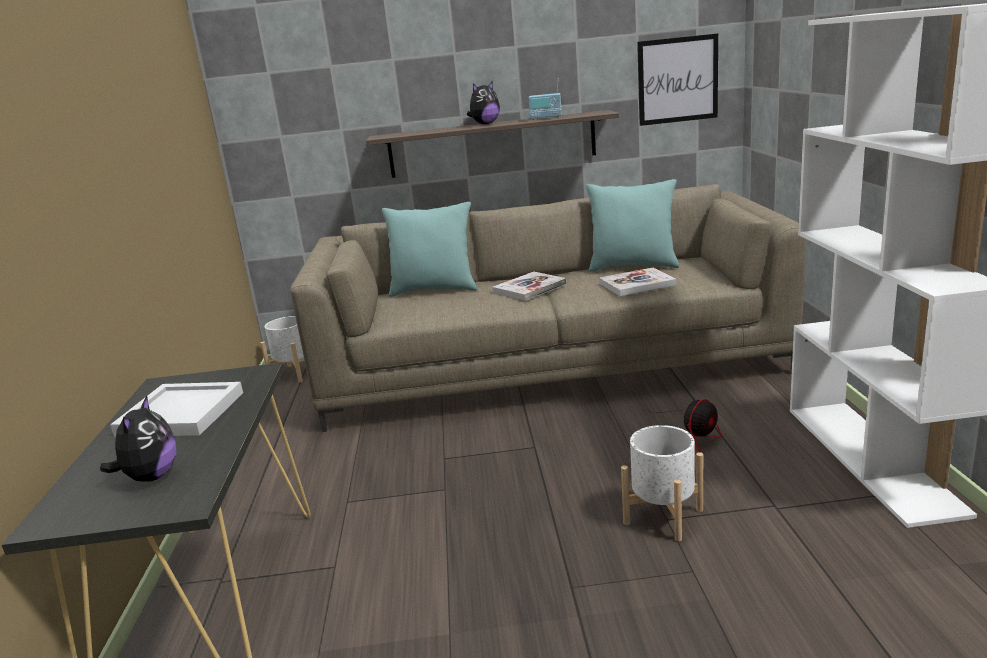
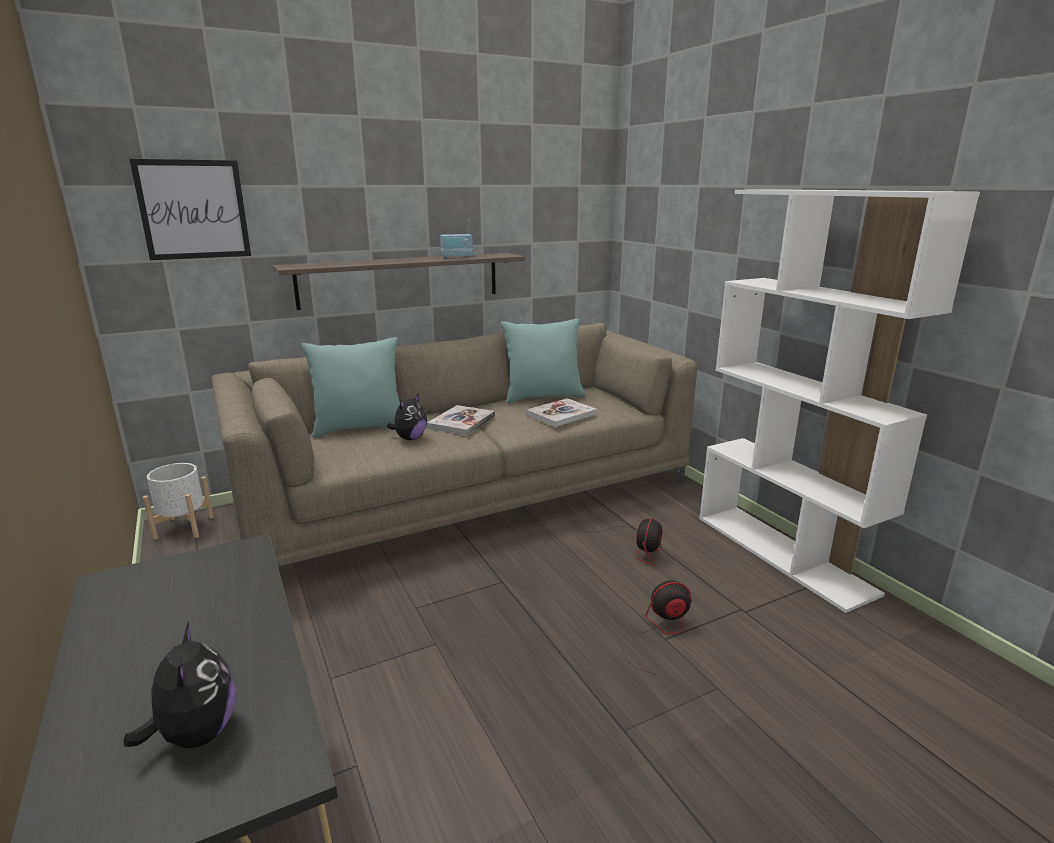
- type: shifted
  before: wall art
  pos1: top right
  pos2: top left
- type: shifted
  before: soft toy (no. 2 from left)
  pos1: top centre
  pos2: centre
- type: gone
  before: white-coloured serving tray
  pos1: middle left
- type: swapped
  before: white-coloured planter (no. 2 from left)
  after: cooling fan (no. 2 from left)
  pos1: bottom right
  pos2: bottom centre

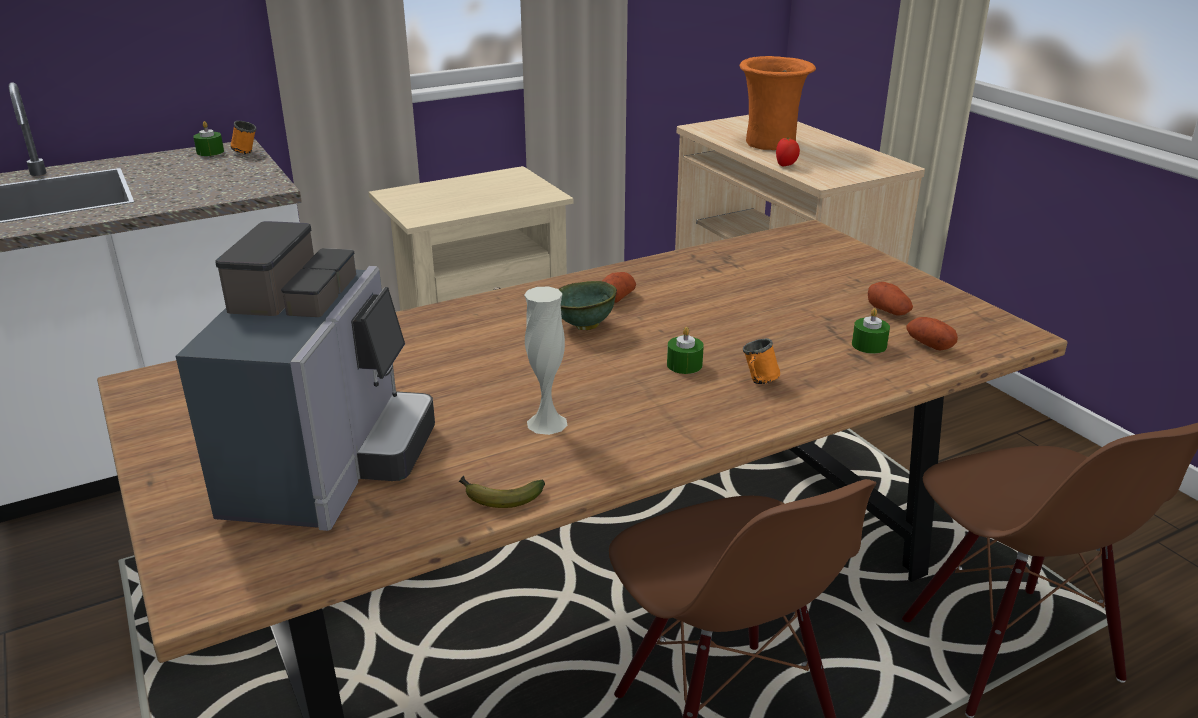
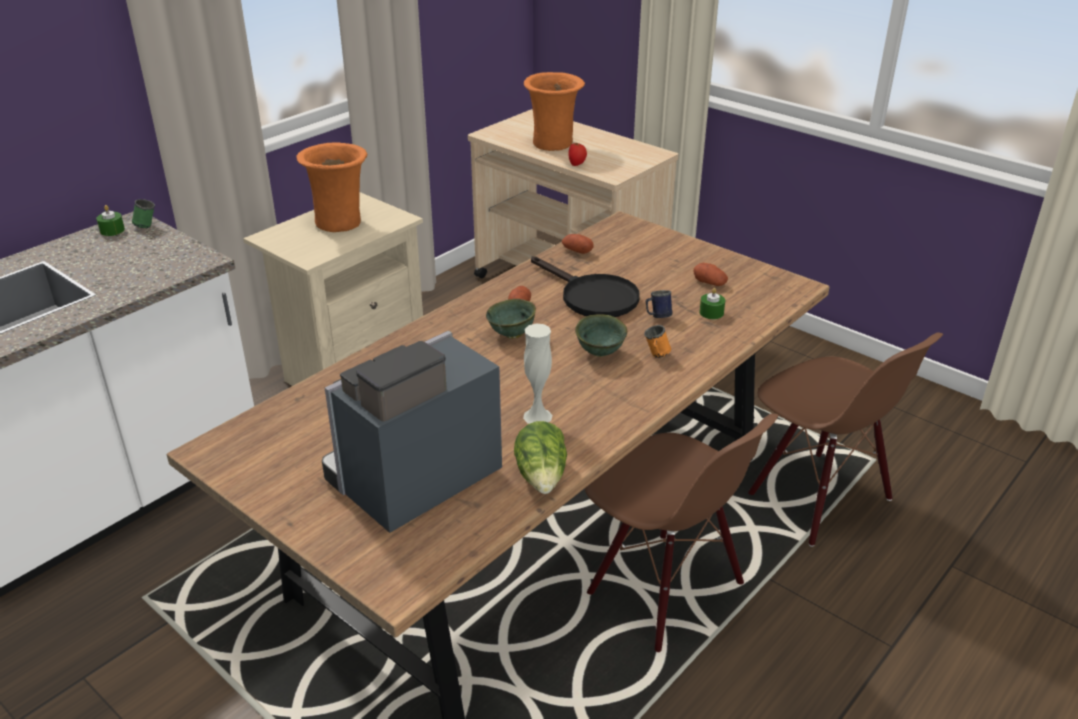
- type: repainted
  before: orange coffee mug (no. 1 from left)
  after: greenish coffee mug
  pos1: top left
  pos2: top left
- type: rotated
  before: coffee brewer
  pos1: middle left
  pos2: centre
  turn: -120
- type: shifted
  before: spud (no. 3 from left in the first image)
  after: spud (no. 2 from left)
  pos1: middle right
  pos2: centre
- type: swapped
  before: greenish wax candle (no. 2 from left)
  after: greenish deep dish (no. 2 from left)
  pos1: centre
  pos2: centre
- type: swapped
  before: banana
  after: lettuce
  pos1: bottom centre
  pos2: centre
- type: new
  after: orange decorative vase (no. 1 from left)
  pos2: top left
- type: new
  after: blackish skillet
  pos2: centre
- type: new
  after: bluish coffee mug
  pos2: centre

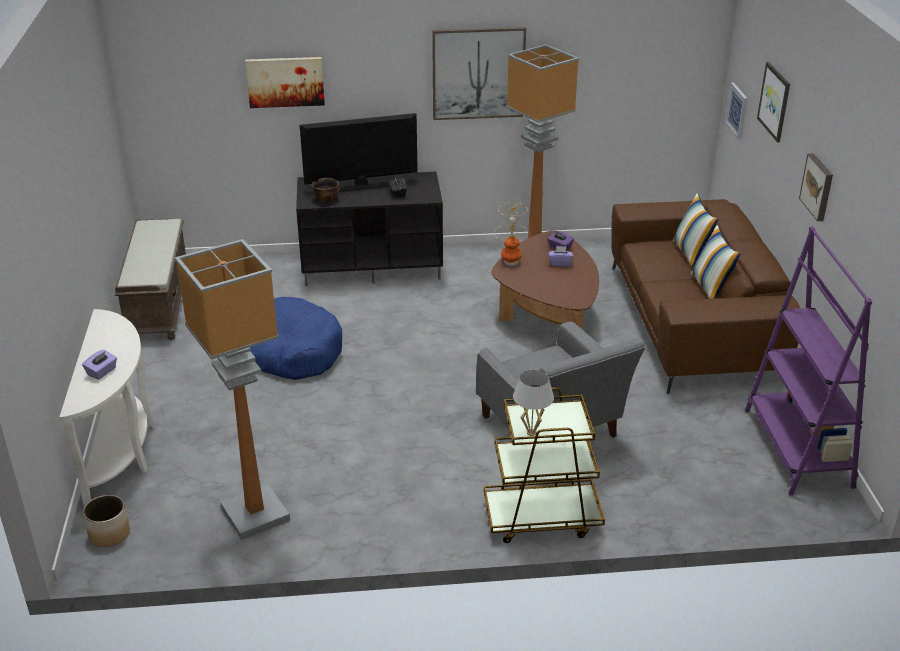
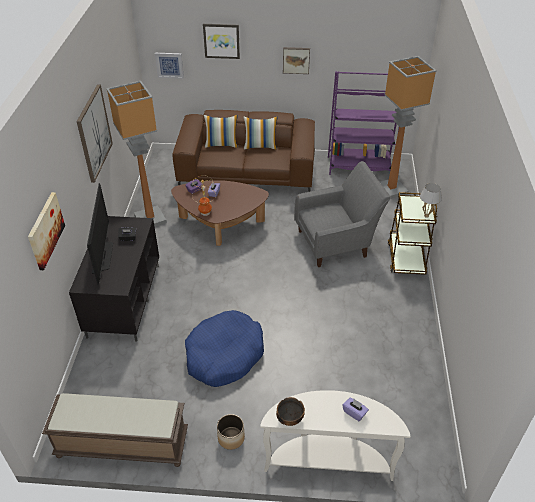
- type: shifted
  before: deep dish
  pos1: top centre
  pos2: bottom centre
- type: shifted
  before: floor lamp (no. 1 from left in the first image)
  after: floor lamp (no. 2 from left)
  pos1: middle left
  pos2: top right
- type: shifted
  before: planter
  pos1: bottom left
  pos2: bottom centre

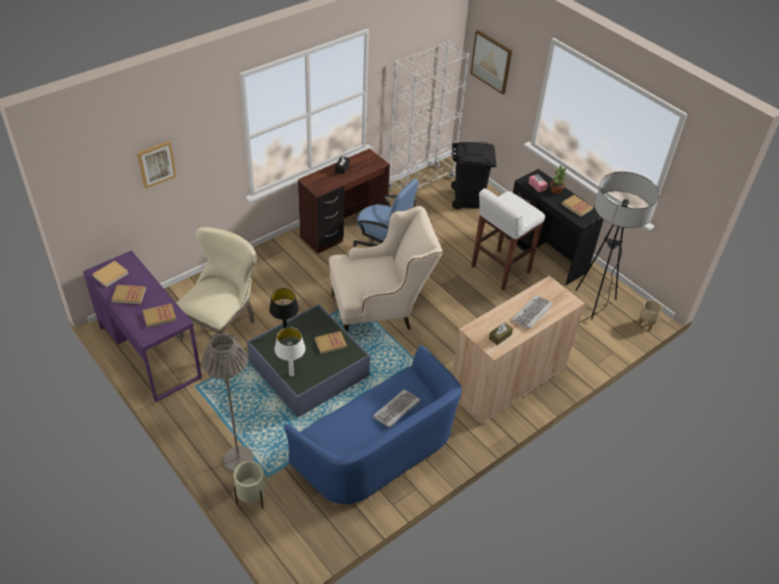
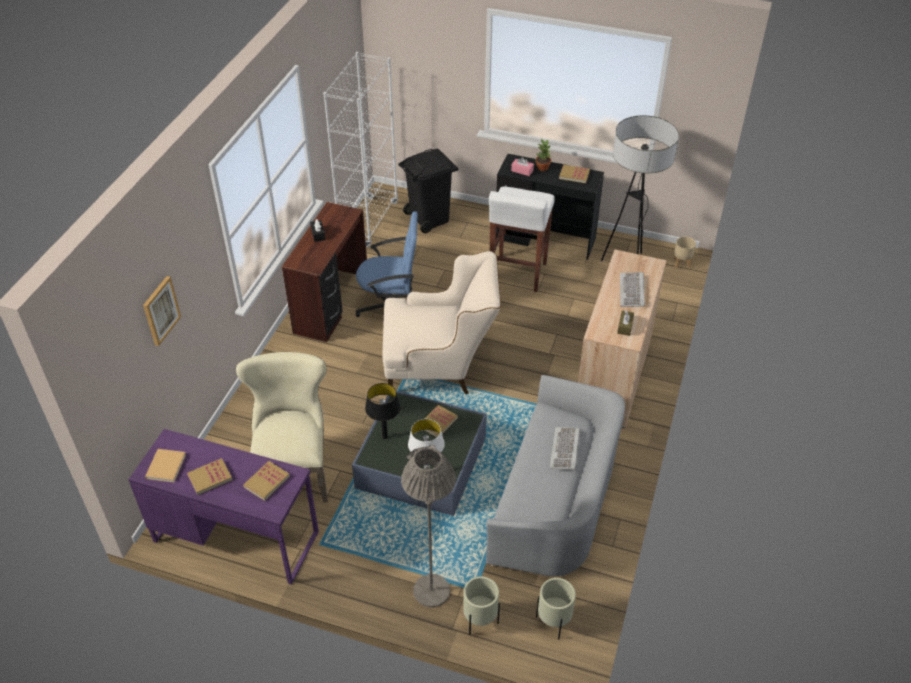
- type: gone
  before: wall art (no. 2 from left)
  pos1: top centre
- type: rotated
  before: sand-coloured lounge chair
  pos1: centre
  pos2: centre
  turn: 45
- type: repainted
  before: bluish couch
  after: greyish couch
  pos1: bottom centre
  pos2: bottom centre
- type: new
  after: sand-coloured planter (no. 2 from left)
  pos2: bottom centre

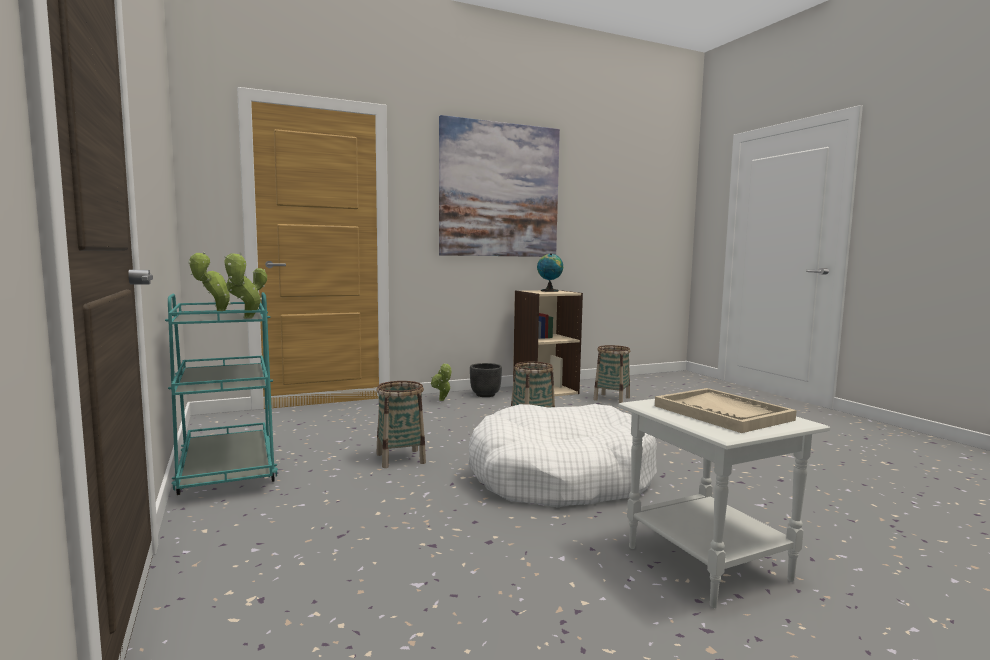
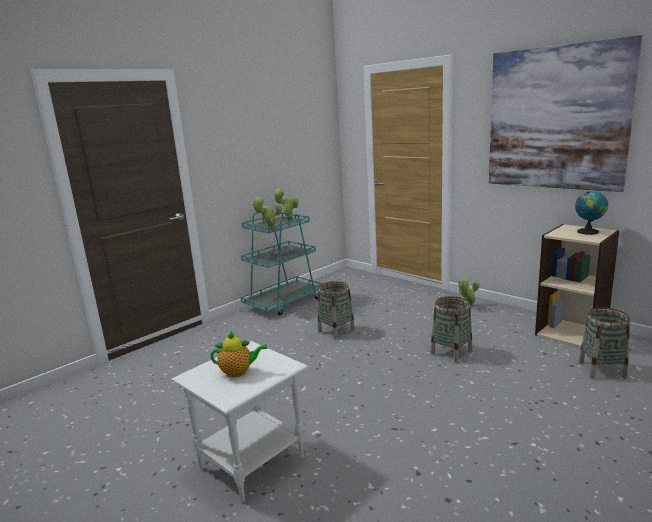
- type: gone
  before: blackish planter
  pos1: centre
- type: swapped
  before: sand-coloured serving tray
  after: teapot
  pos1: middle right
  pos2: bottom centre
- type: gone
  before: white-coloured dog cushion
  pos1: bottom centre

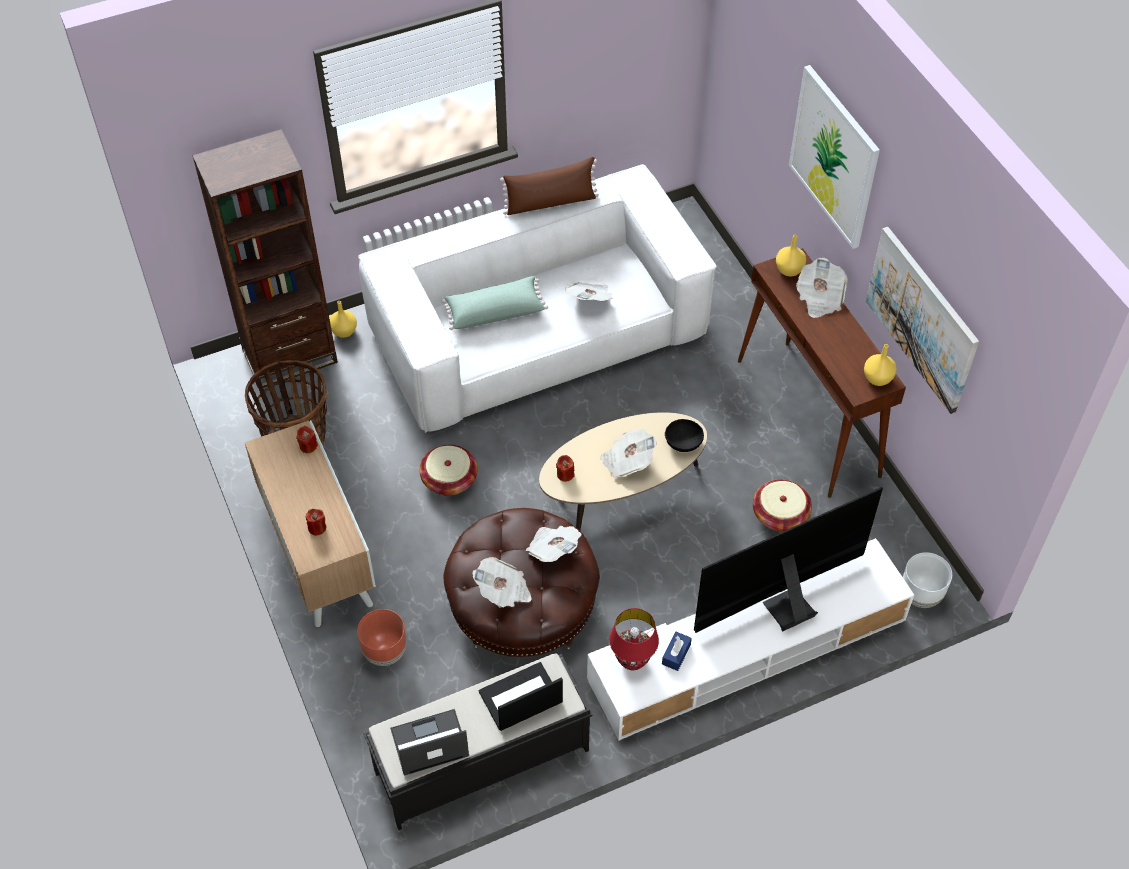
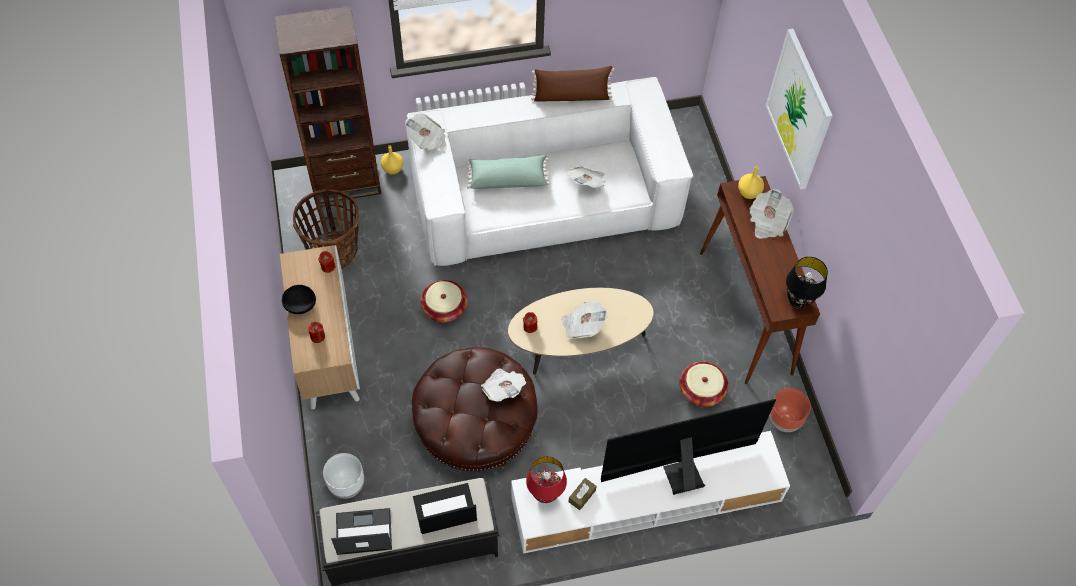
- type: gone
  before: wall art (no. 2 from left)
  pos1: middle right
- type: swapped
  before: yellow-coloured decorative vase (no. 3 from left)
  after: blackish lamp for a table
  pos1: middle right
  pos2: middle right
- type: shifted
  before: blackish deep dish
  pos1: centre
  pos2: middle left
- type: shifted
  before: white-coloured planter
  pos1: bottom right
  pos2: bottom left
- type: shifted
  before: newspaper (no. 1 from left)
  pos1: bottom centre
  pos2: top centre
- type: shifted
  before: brownish planter
  pos1: bottom centre
  pos2: bottom right
- type: repainted
  before: bluish tissue holder
  after: brownish tissue holder
  pos1: bottom centre
  pos2: bottom centre

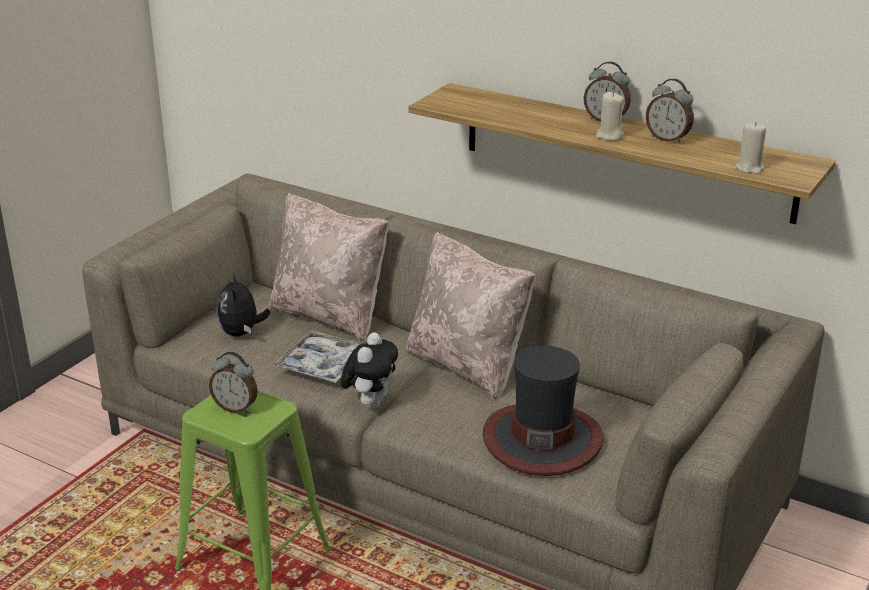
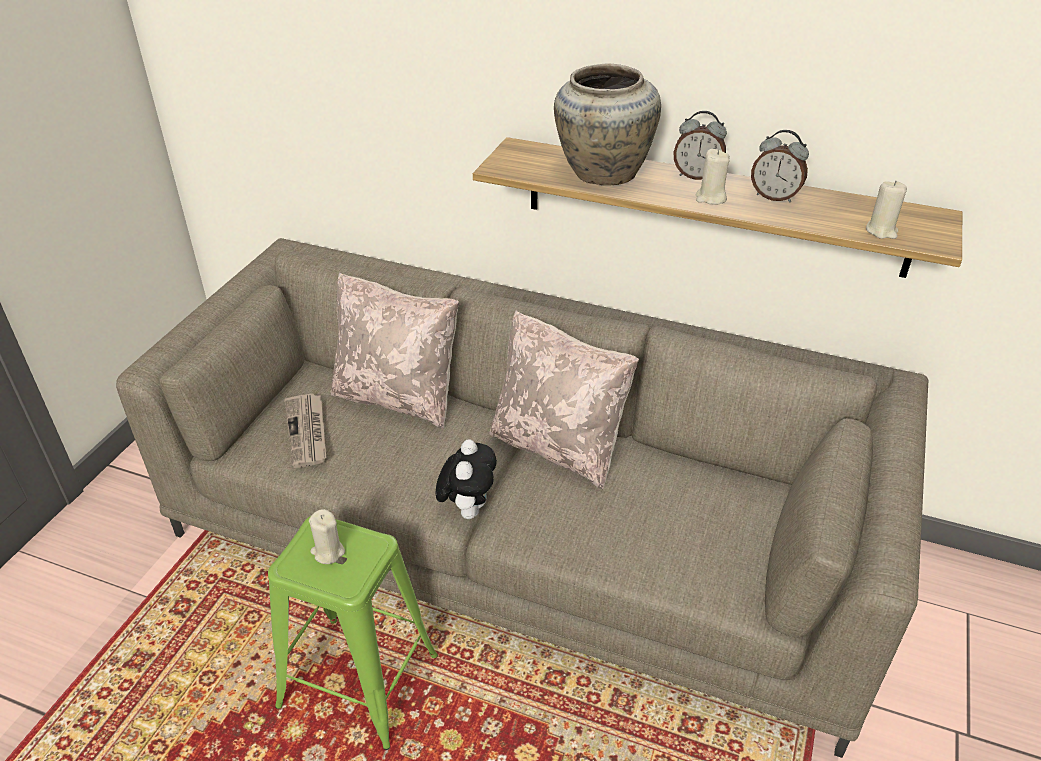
- type: swapped
  before: soft toy (no. 1 from left)
  after: newspaper
  pos1: middle left
  pos2: middle left
- type: gone
  before: serving tray
  pos1: centre
- type: gone
  before: wearable hat
  pos1: bottom centre
- type: swapped
  before: table clock (no. 1 from left)
  after: sand-coloured wax candle (no. 1 from left)
  pos1: middle left
  pos2: bottom left
- type: new
  after: sand-coloured decorative vase
  pos2: top centre

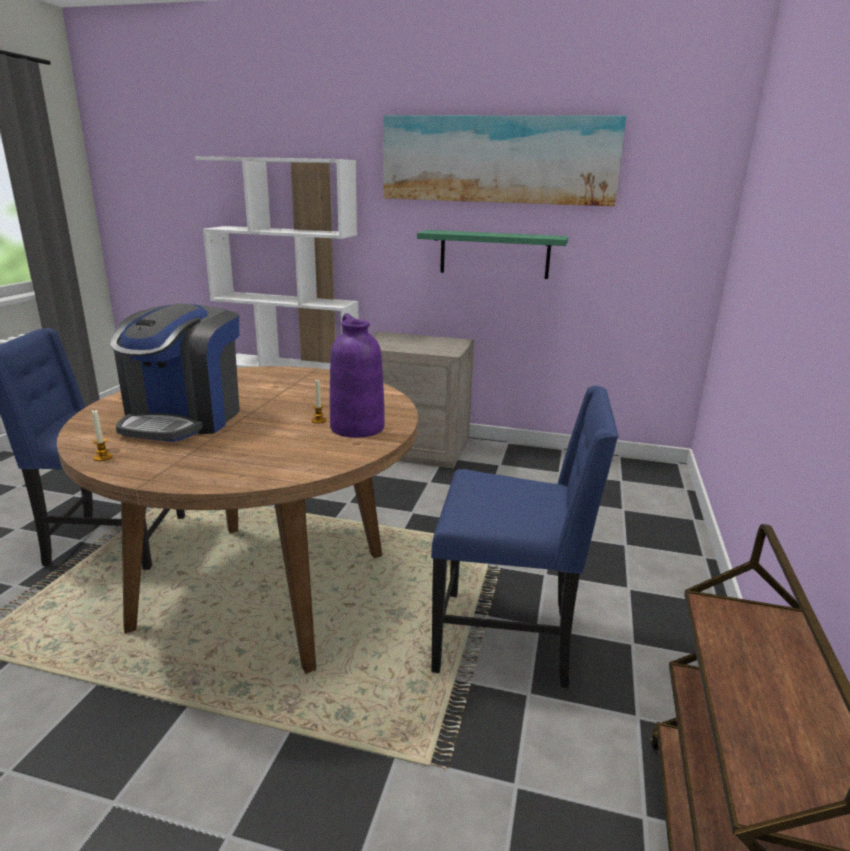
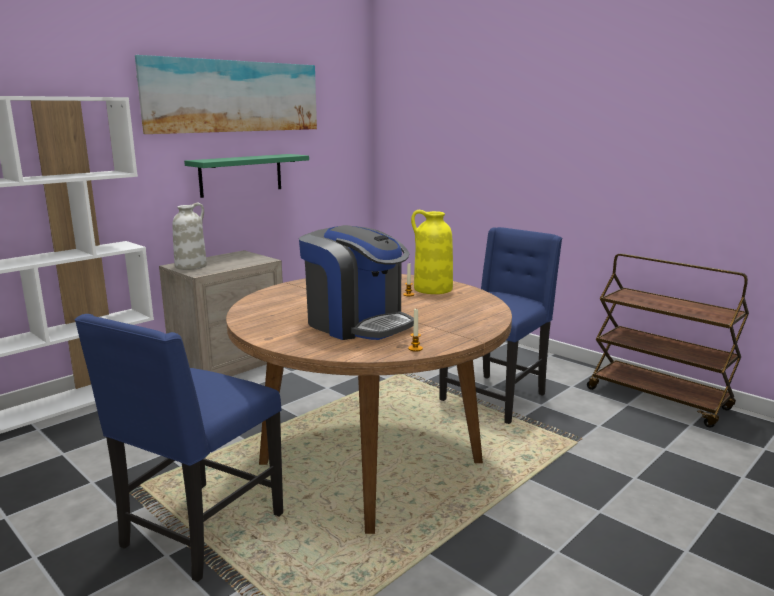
- type: repainted
  before: purple-coloured decorative vase
  after: yellow-coloured decorative vase
  pos1: centre
  pos2: centre
- type: new
  after: white-coloured decorative vase
  pos2: middle left

